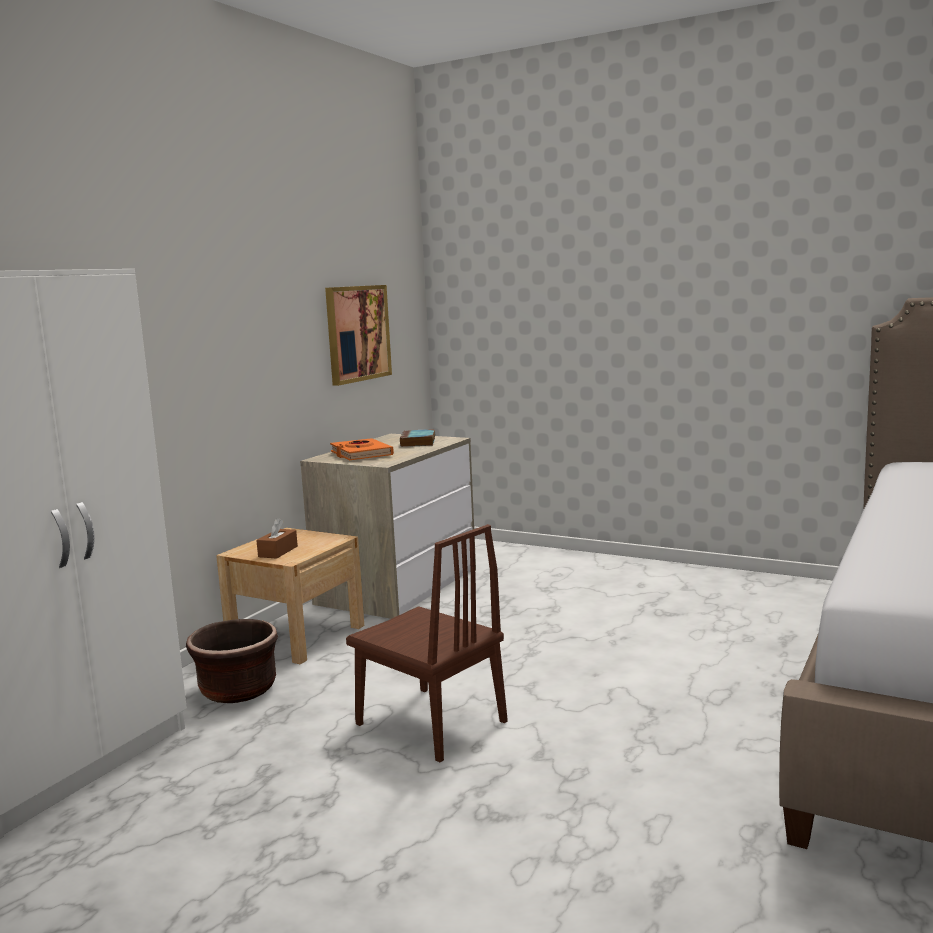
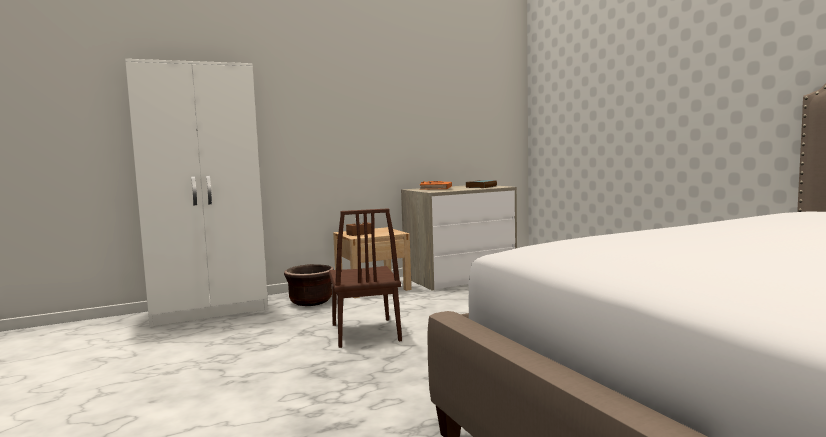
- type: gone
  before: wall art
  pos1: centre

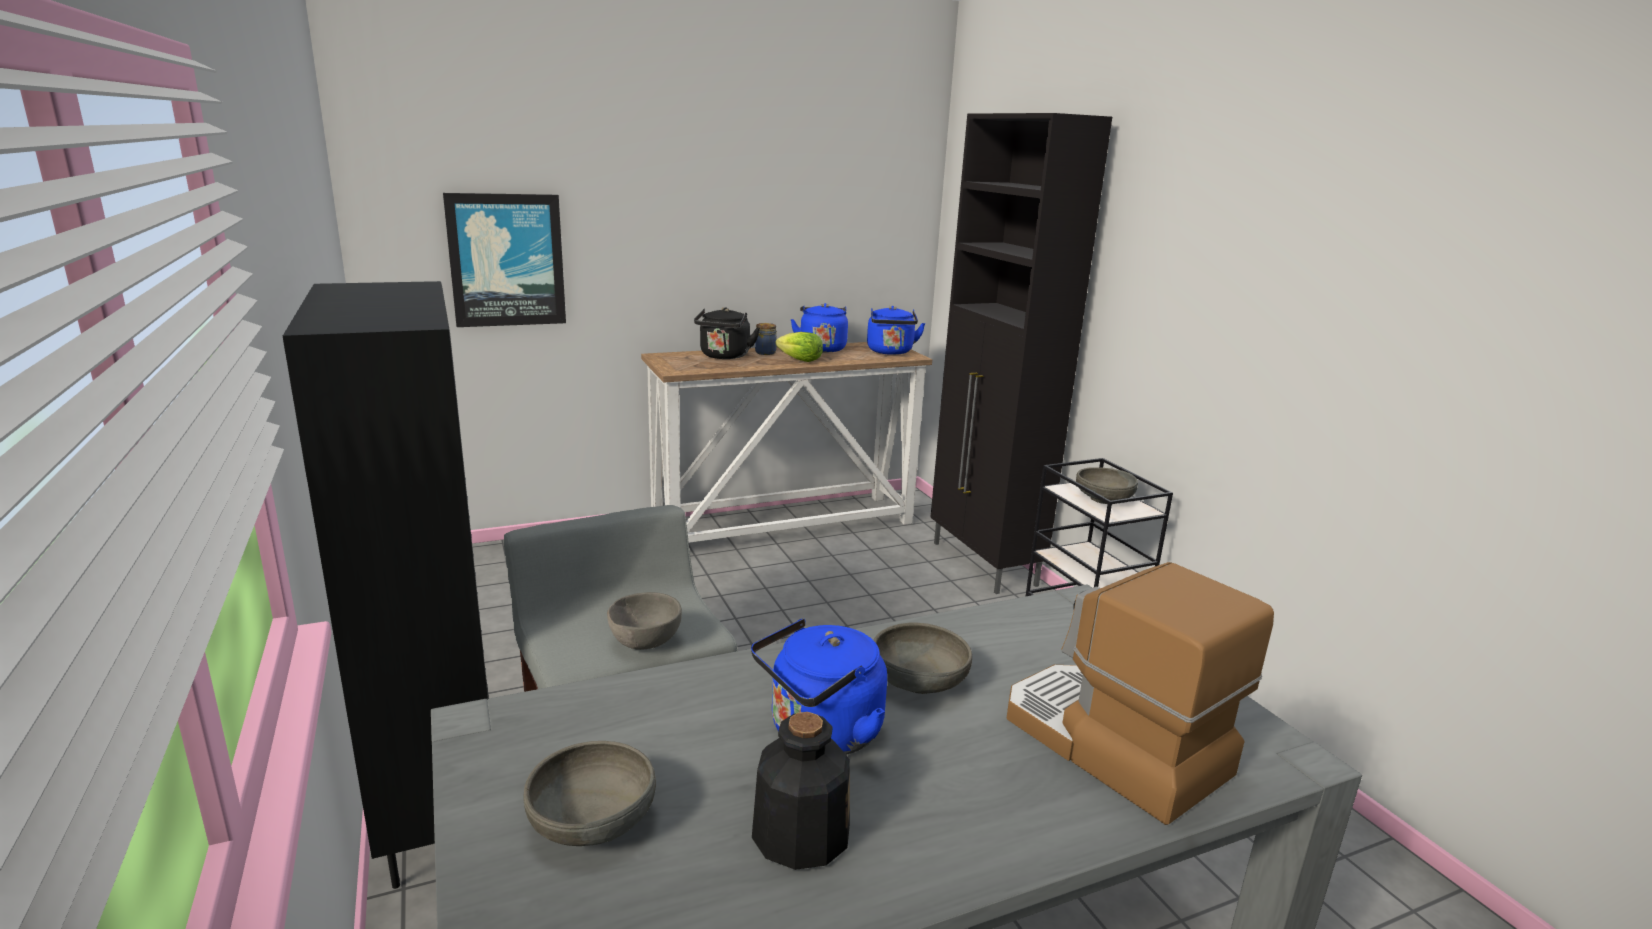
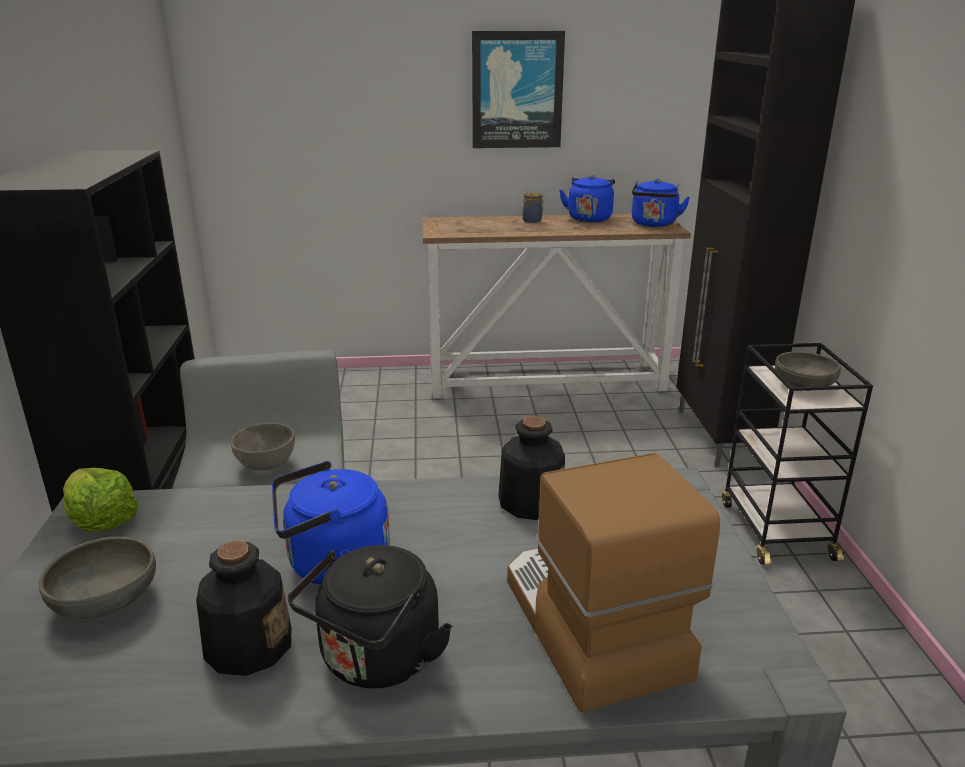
- type: shifted
  before: wall art
  pos1: top left
  pos2: top centre
- type: shifted
  before: blackish tea kettle
  pos1: centre
  pos2: bottom centre
- type: shifted
  before: lettuce
  pos1: centre
  pos2: middle left
- type: gone
  before: greyish deep dish (no. 3 from left)
  pos1: bottom centre
- type: new
  after: beverage bottle (no. 2 from left)
  pos2: centre

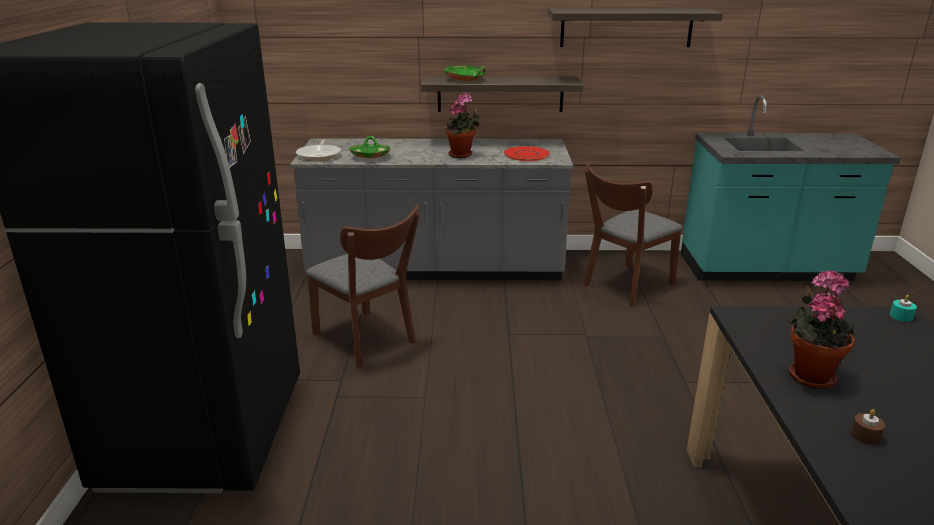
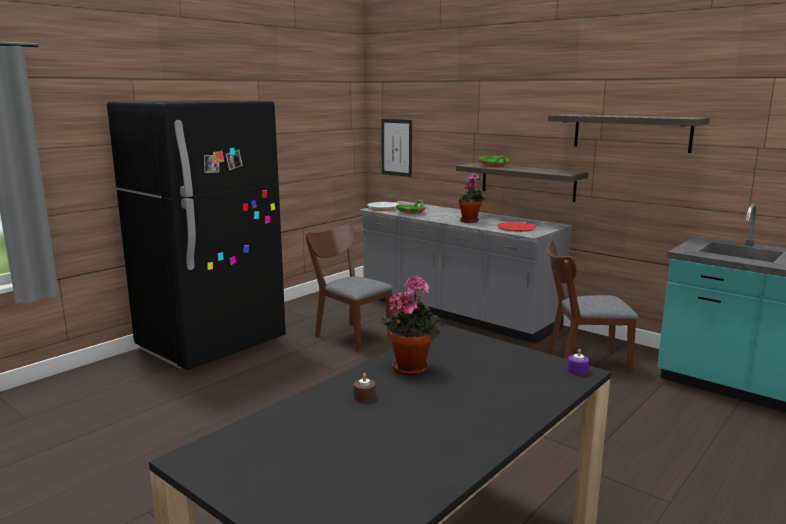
- type: rotated
  before: brownish plain chair (no. 1 from left)
  pos1: centre
  pos2: centre
  turn: 135
- type: repainted
  before: blue-green wax candle
  after: purple-coloured wax candle
  pos1: middle right
  pos2: bottom right
- type: new
  after: wall art
  pos2: top centre

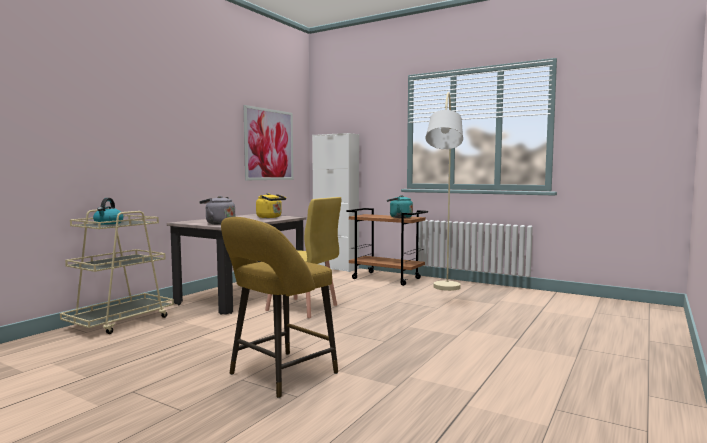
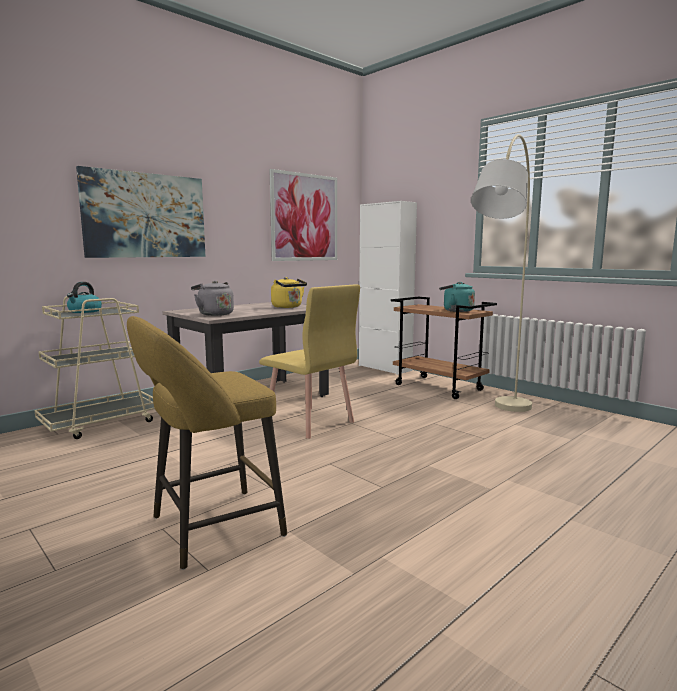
- type: new
  after: wall art (no. 1 from left)
  pos2: top left

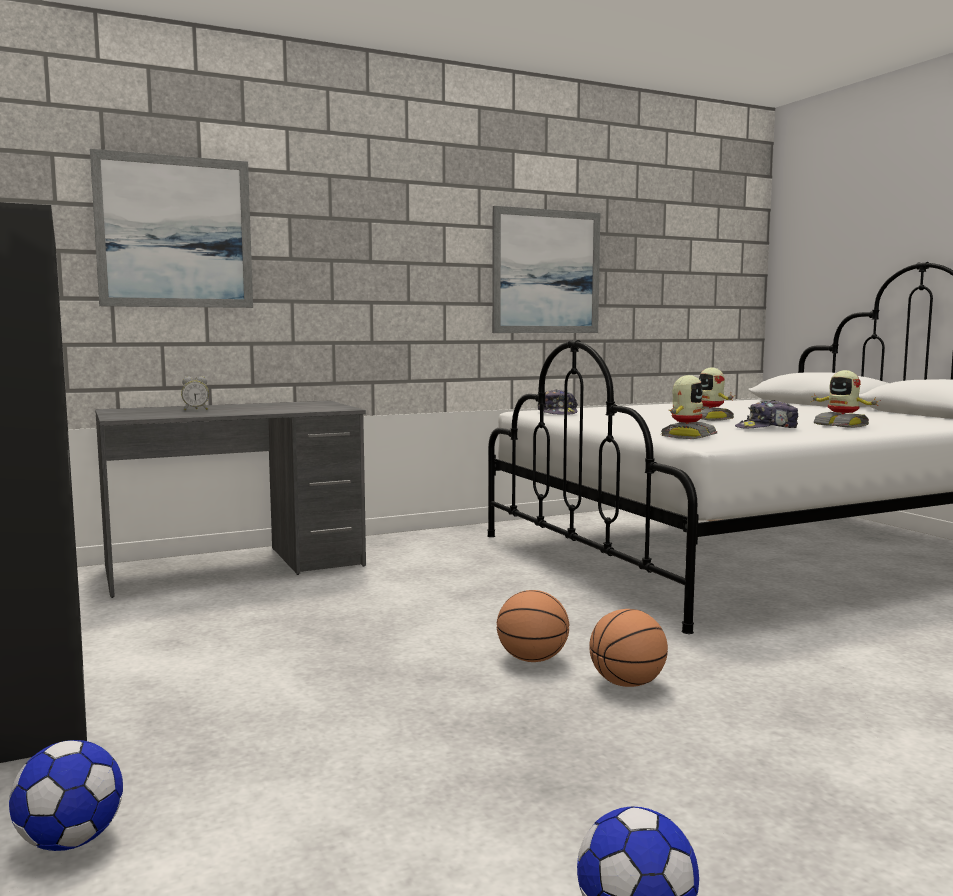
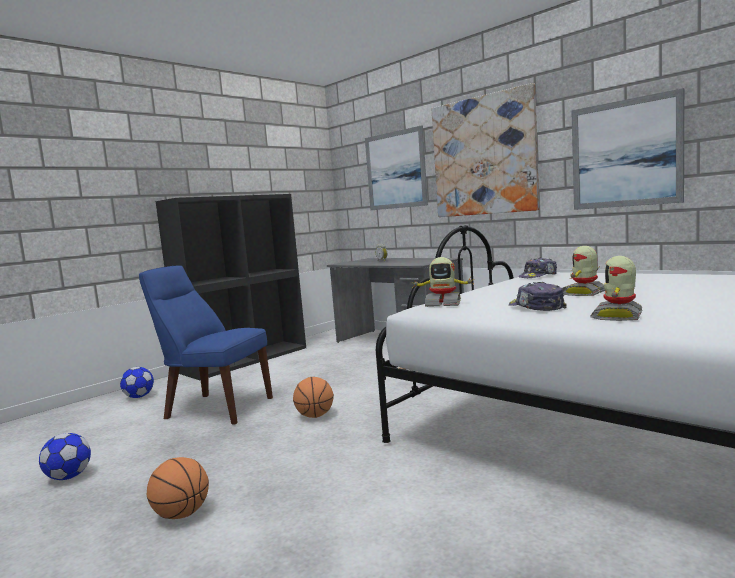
- type: shifted
  before: ball for basketball (no. 2 from left in the first image)
  after: ball for basketball (no. 1 from left)
  pos1: bottom centre
  pos2: bottom left
- type: new
  after: wall art (no. 2 from left)
  pos2: top centre
- type: new
  after: bluish plain chair
  pos2: middle left

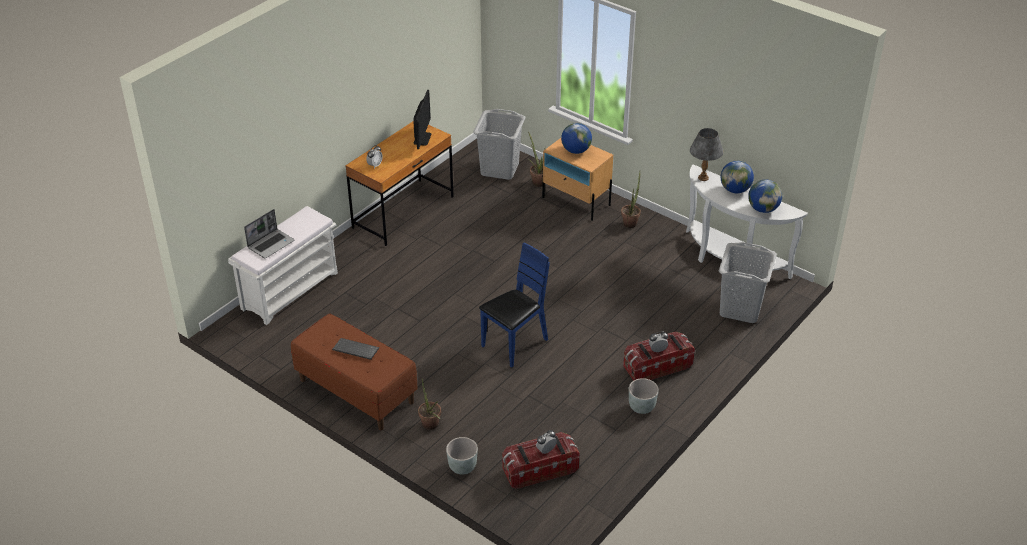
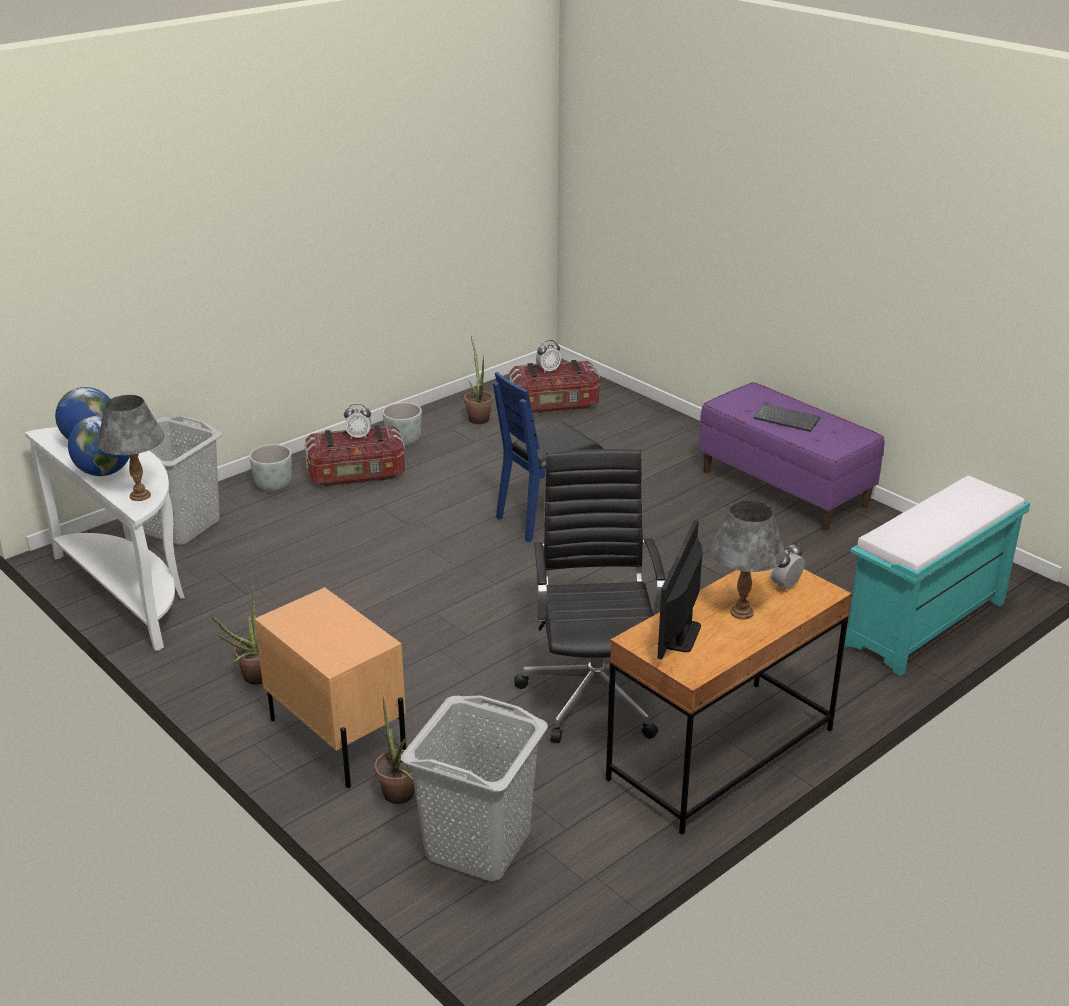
- type: gone
  before: globe (no. 1 from left)
  pos1: top centre
- type: repainted
  before: white-coloured bench
  after: blue-green bench
  pos1: middle left
  pos2: middle right
- type: gone
  before: notebook computer
  pos1: middle left
- type: repainted
  before: brownish bench
  after: purple-coloured bench
  pos1: bottom centre
  pos2: middle right
- type: shifted
  before: plant in a pot (no. 1 from left in the first image)
  after: plant in a pot (no. 3 from left)
  pos1: bottom centre
  pos2: centre
- type: shifted
  before: greyish planter (no. 1 from left)
  pos1: bottom centre
  pos2: middle left
- type: new
  after: blackish computer chair
  pos2: centre
- type: new
  after: greyish lamp for a table (no. 2 from left)
  pos2: middle right

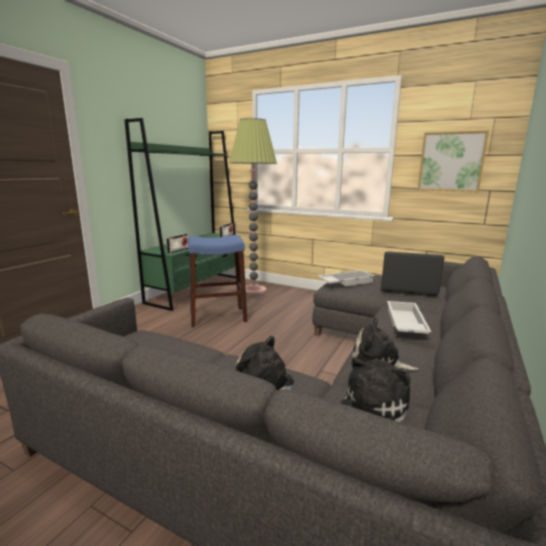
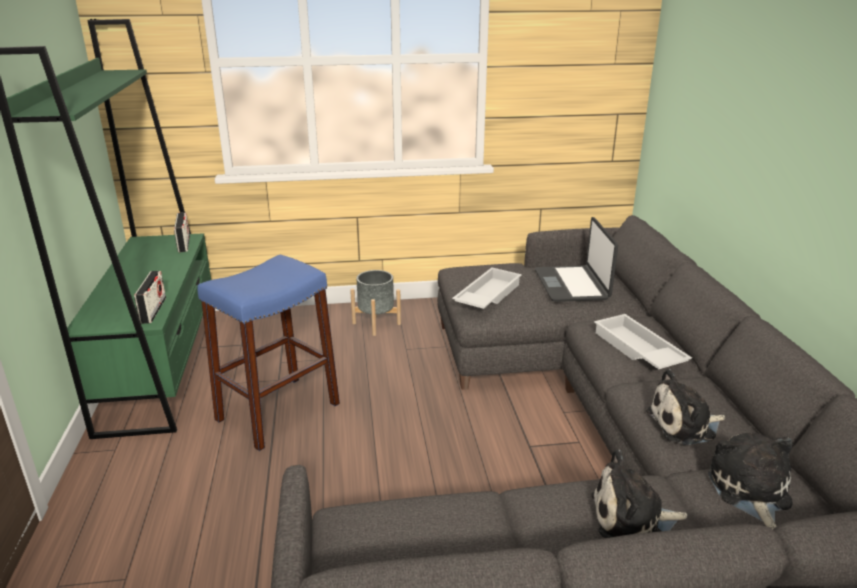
- type: gone
  before: floor lamp
  pos1: centre
- type: gone
  before: wall art
  pos1: top right
- type: rotated
  before: notebook computer
  pos1: middle right
  pos2: middle right
  turn: -75
- type: new
  after: greyish planter
  pos2: centre

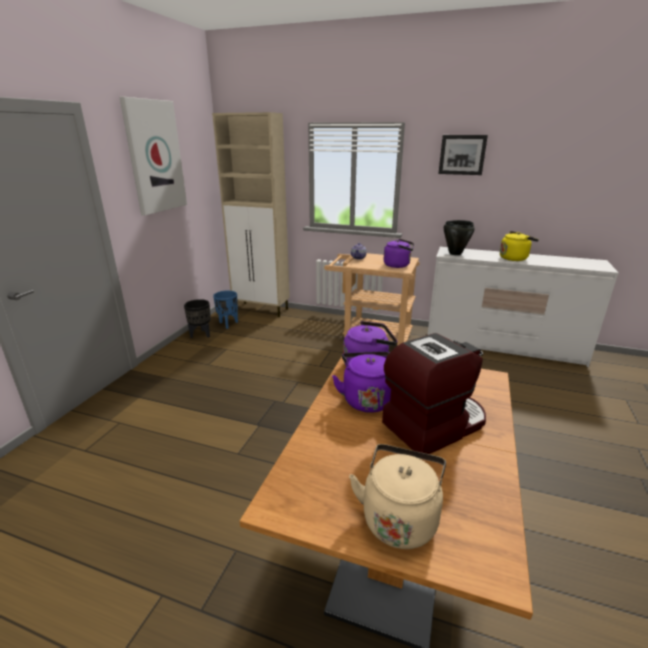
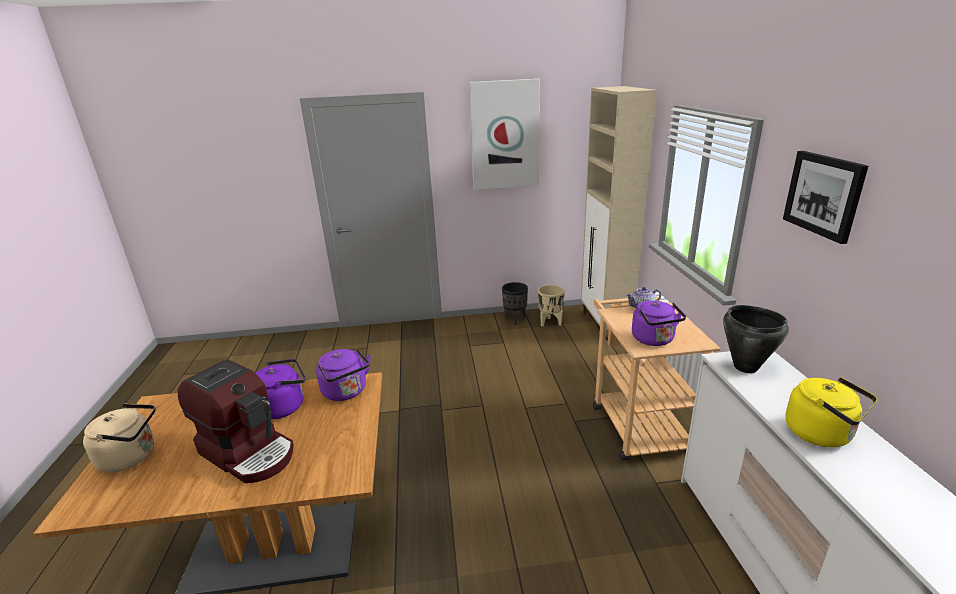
- type: repainted
  before: bluish planter
  after: sand-coloured planter
  pos1: centre
  pos2: centre

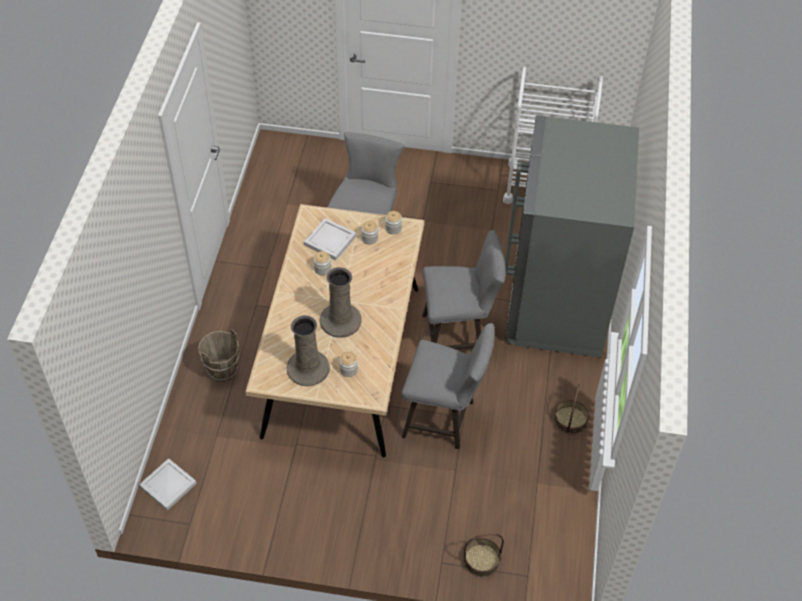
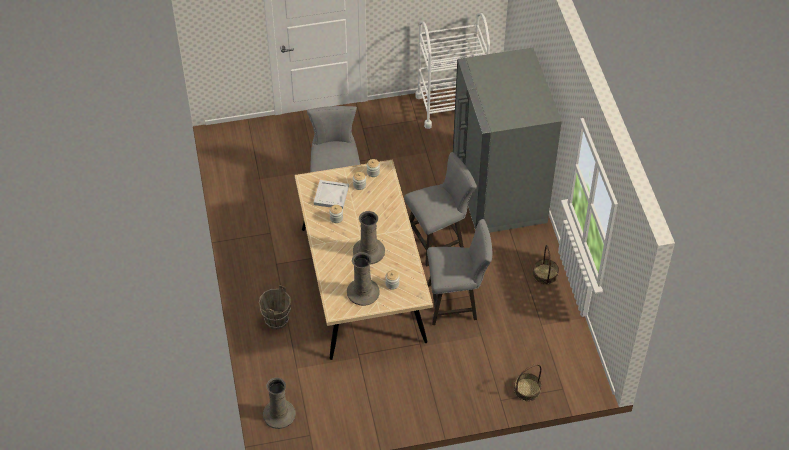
- type: swapped
  before: white-coloured serving tray (no. 1 from left)
  after: sand-coloured decorative vase (no. 1 from left)
  pos1: bottom left
  pos2: bottom centre

